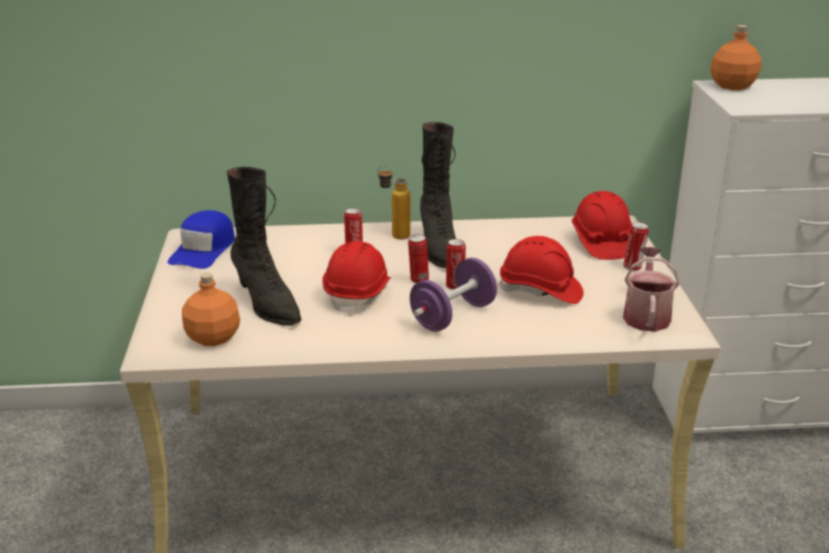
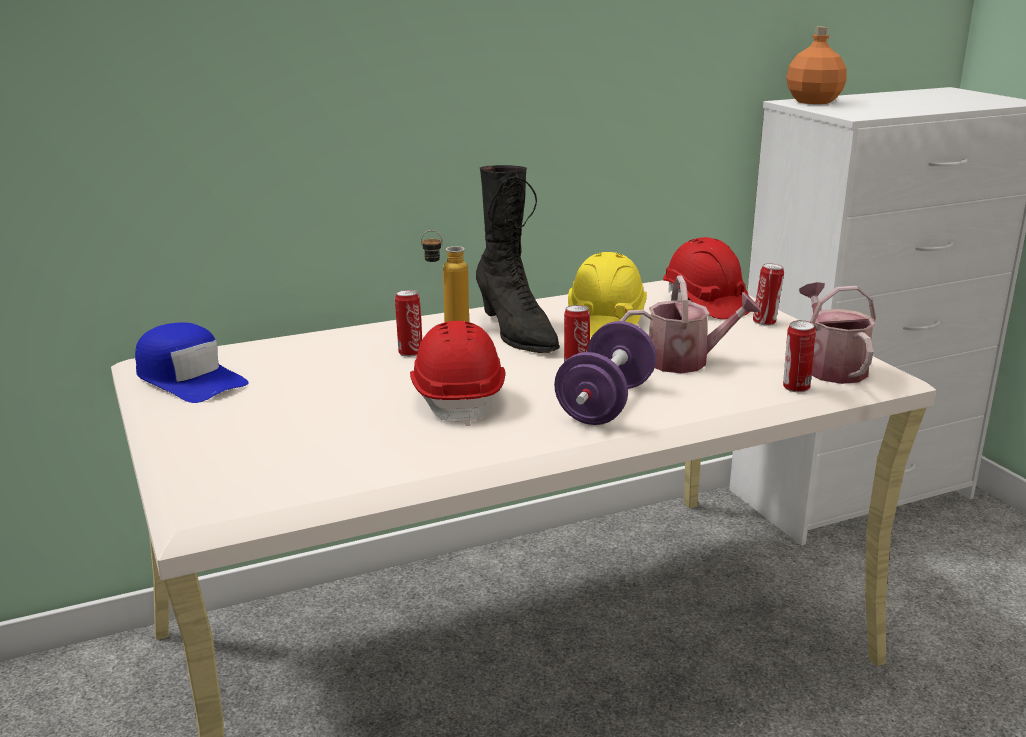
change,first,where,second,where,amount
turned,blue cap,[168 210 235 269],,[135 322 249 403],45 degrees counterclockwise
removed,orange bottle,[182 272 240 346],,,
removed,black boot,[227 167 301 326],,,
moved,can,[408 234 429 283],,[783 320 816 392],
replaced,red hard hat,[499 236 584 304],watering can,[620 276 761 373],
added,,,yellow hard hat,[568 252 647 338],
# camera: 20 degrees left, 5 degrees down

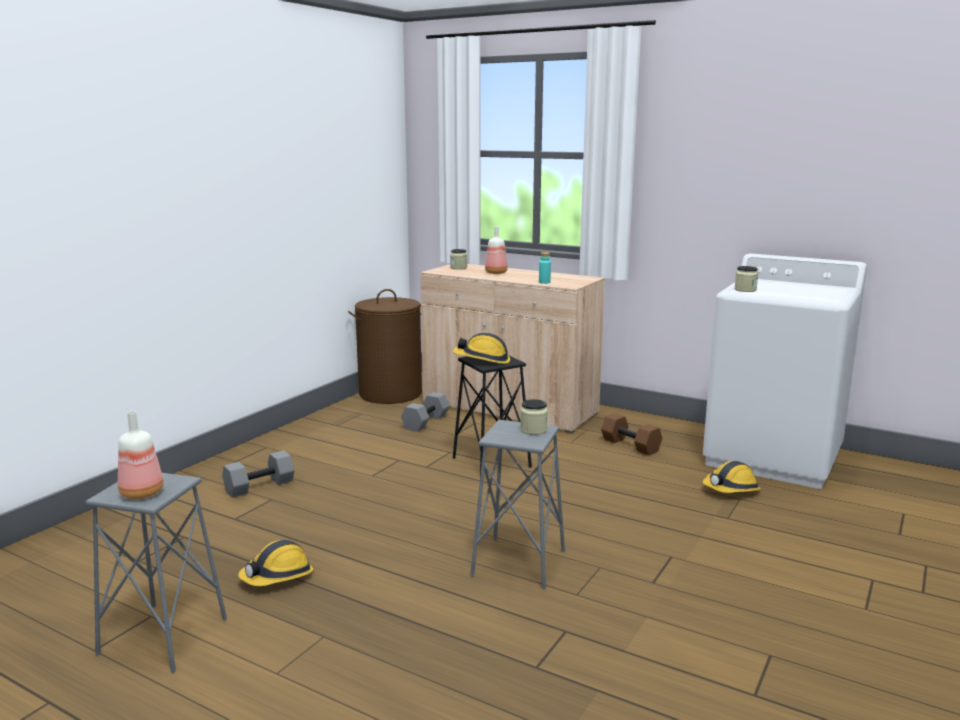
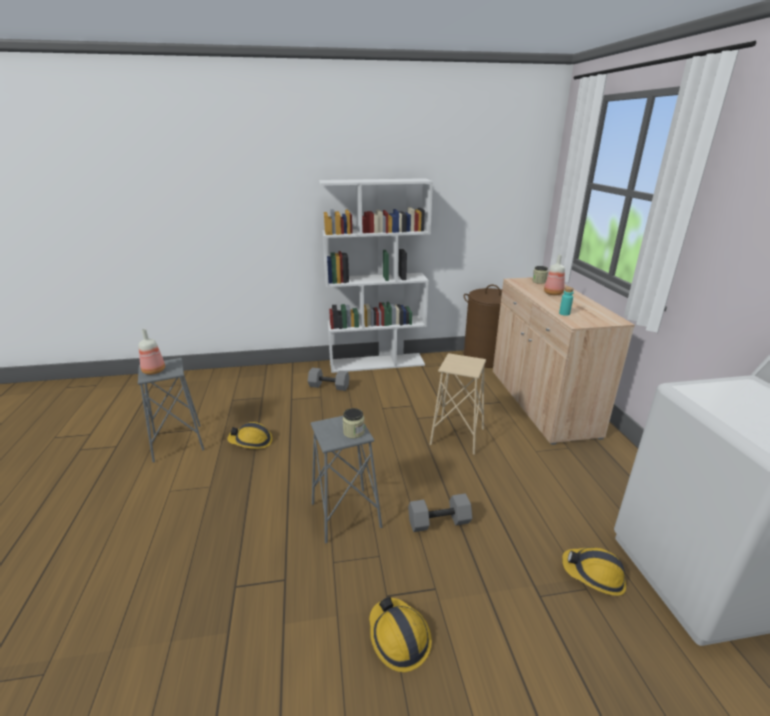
change,first,where,second,where,amount
moved,grey dumbbell,[401 392 450 432],,[408 493 472 532],
moved,hard hat,[453 333 510 364],,[369 597 432 672],
recoloured,black stool,[453 356 532 475],beige stool,[430 353 486 455],
removed,brown dumbbell,[601 413 662 455],,,
removed,jar,[734 266 758 292],,,
added,,,white bookcase,[319 178 433 373],
# camera: 50 degrees right, 10 degrees up

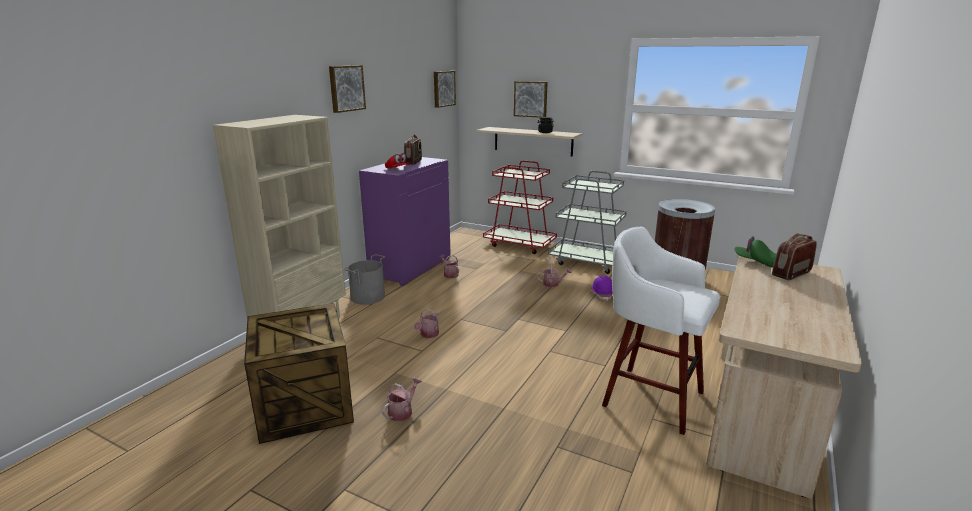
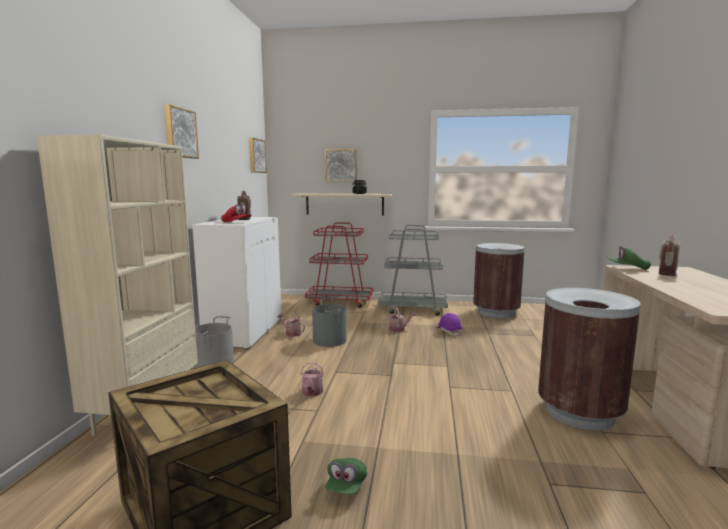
change,first,where,second,where,amount
recoloured,purple cabinet,[359 157 451 286],white cabinet,[192 217 281 350],
replaced,watering can,[382 377 422 421],green cap,[325 458 367 494],
replaced,white stool,[602 227 720 435],brown trash can,[538 288 641 430],
added,,,grey bucket,[312 298 346 347],
# camera: 20 degrees left, 10 degrees down

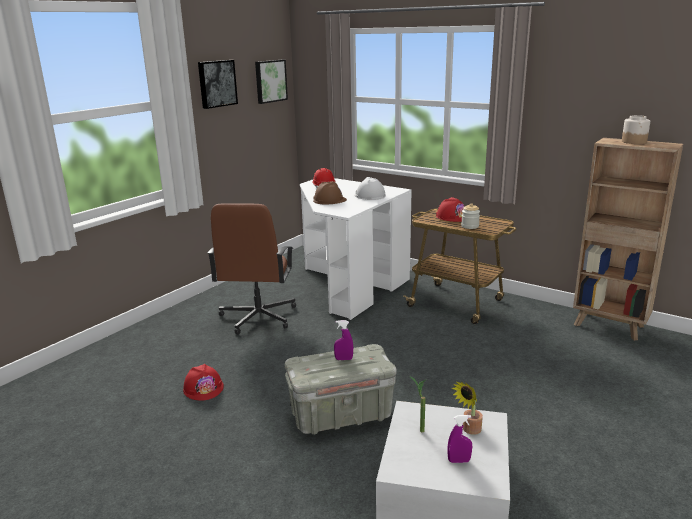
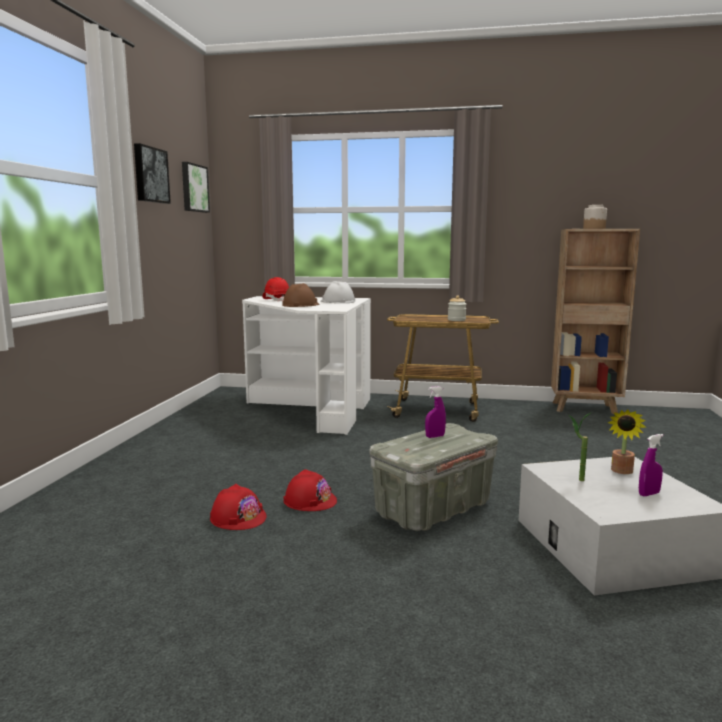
change,first,where,second,where,amount
removed,brown office chair,[207 203 296 334],,,
moved,red hard hat,[436 197 465 222],,[284 469 337 511],
# camera: 25 degrees left, 10 degrees down

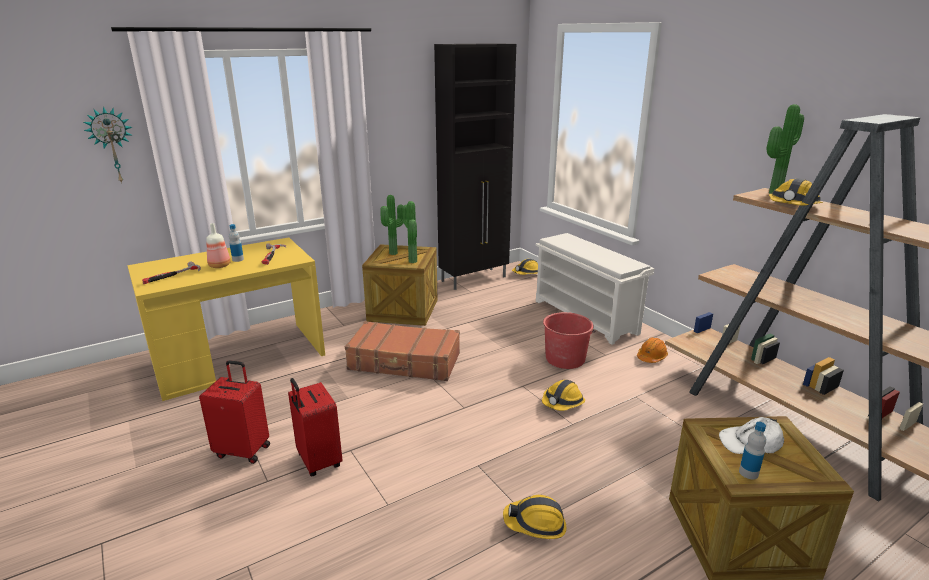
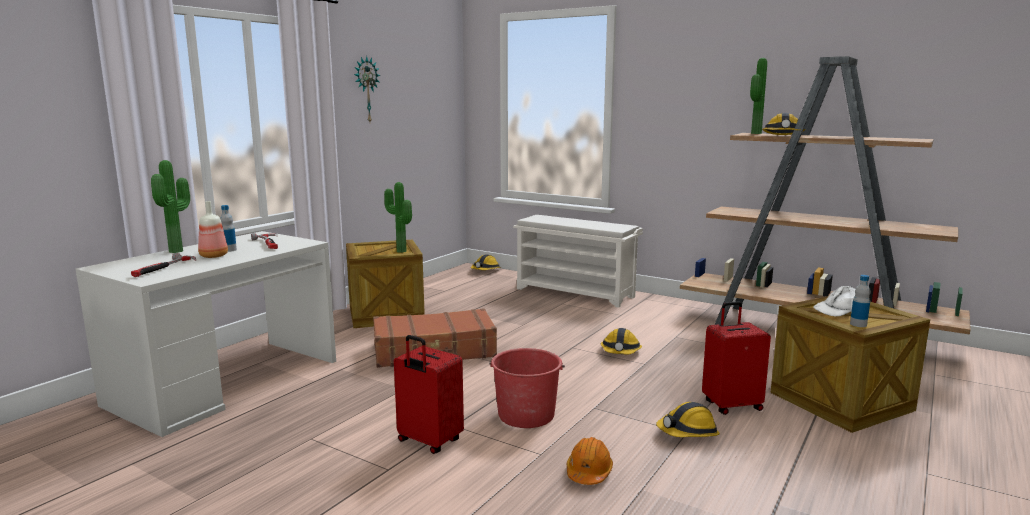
change,first,where,second,where,amount
moved,wall clock,[84 106 133 183],,[354 56 380 122],
recoloured,yellow desk,[127 237 325 401],white desk,[75 231 336 437],
moved,red suitcase,[199 360 270 464],,[702 301 771 415],
moved,potted plant,[380 195 404 255],,[151 160 190 253],
removed,black cabinet,[434 43 516 290],,,
moved,red bucket,[543 312 595 369],,[489 348 565 428],
moved,orange hard hat,[637 337 668 363],,[567 437 613 485],
# camera: 25 degrees left, 10 degrees down

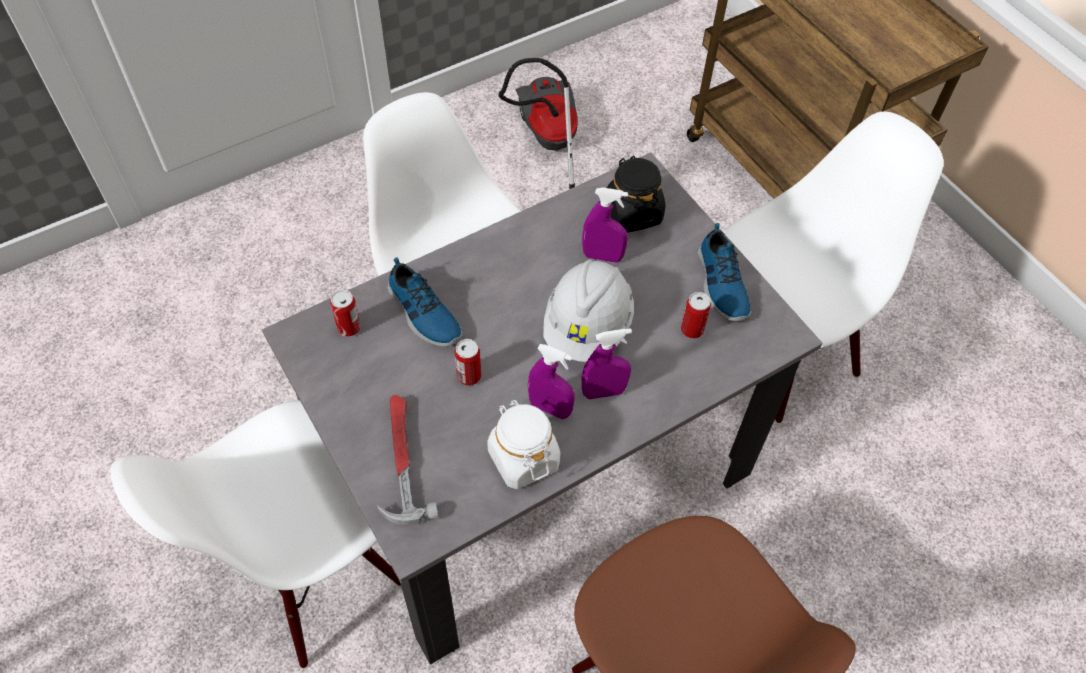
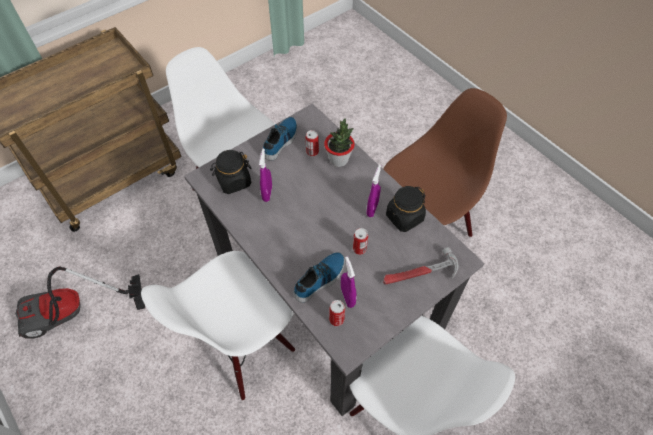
change,first,where,second,where,amount
recoloured,white jar,[487 400 560 489],black jar,[386 186 426 232],
removed,white hard hat,[543 259 634 362],,,
moved,purple spray bottle,[582 328 632 399],,[341 256 357 308],
turned,shoe,[697 223 751 321],,[263 117 297 161],45 degrees counterclockwise
added,,,potted plant,[324 118 355 167],
# camera: 95 degrees left, 0 degrees up

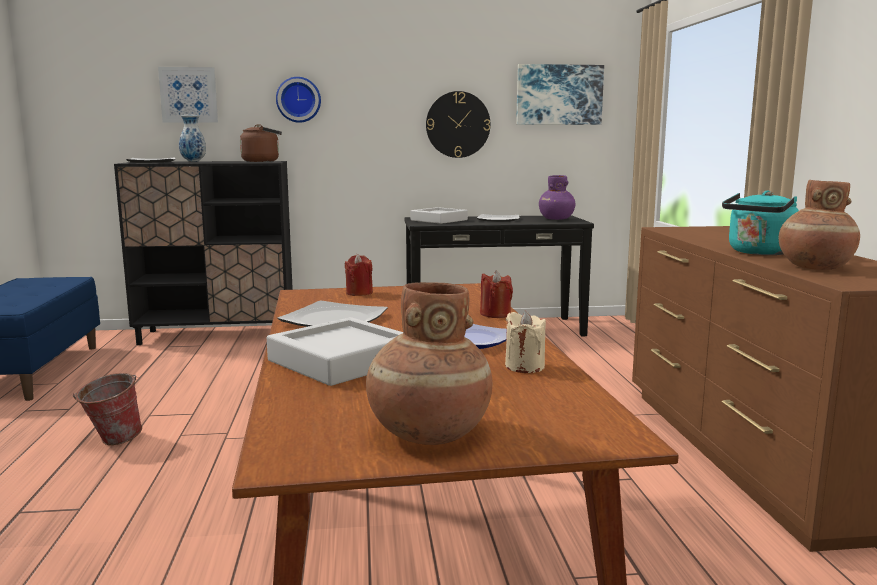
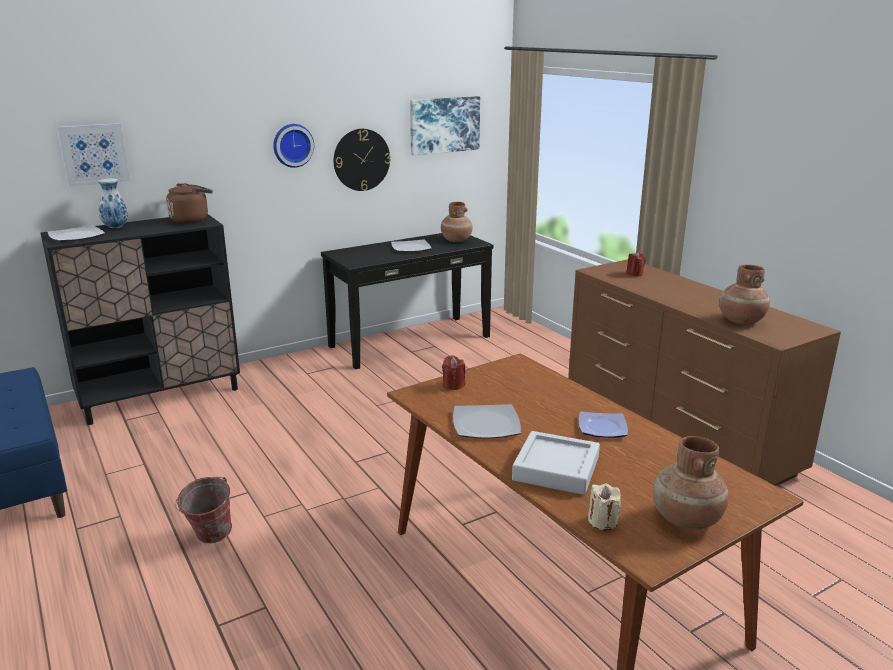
change,first,where,second,where,amount
moved,wall clock,[276 77 321 123],,[273 124 314 168],
removed,grey tray,[411 207 468 224],,,
moved,red candle,[480 271 513 318],,[626 252 645 277],
moved,beige candle,[505 311 546 373],,[588 484 621 530],
recoloured,purple vase,[539 175 575 220],brown vase,[441 202 473 242],
removed,turquoise kettle,[722 191 799 255],,,
# camera: 25 degrees left, 10 degrees up

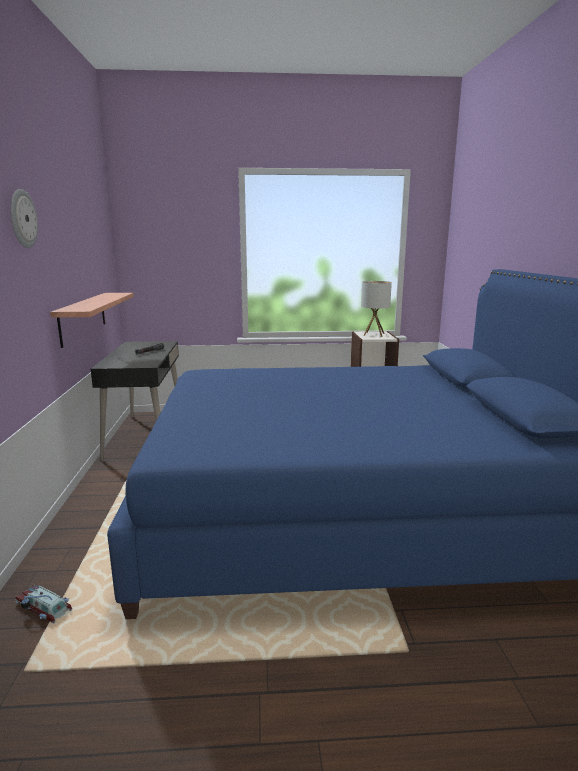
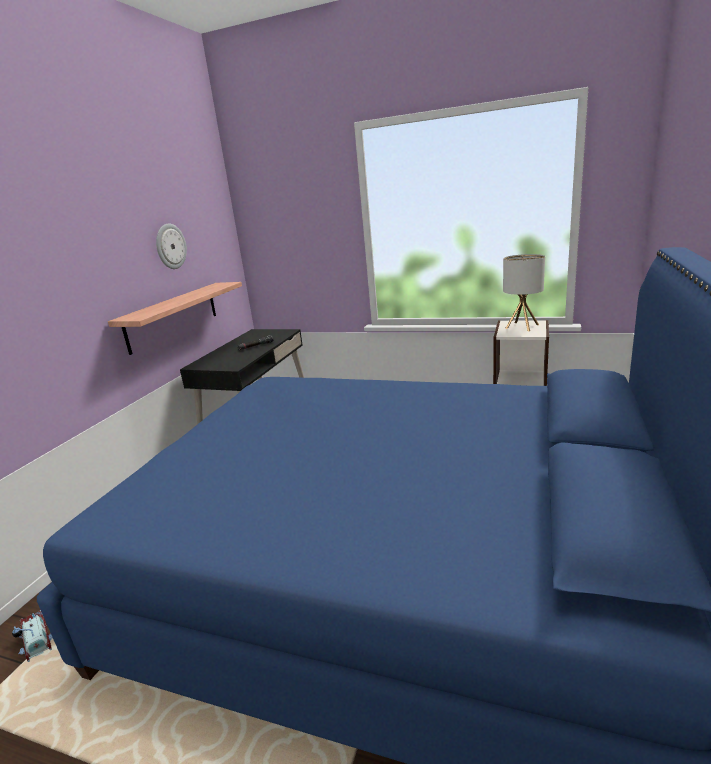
change,first,where,second,where,amount
moved,wall clock,[10 189 38 248],,[156 224 187 269],
# camera: 25 degrees right, 5 degrees up

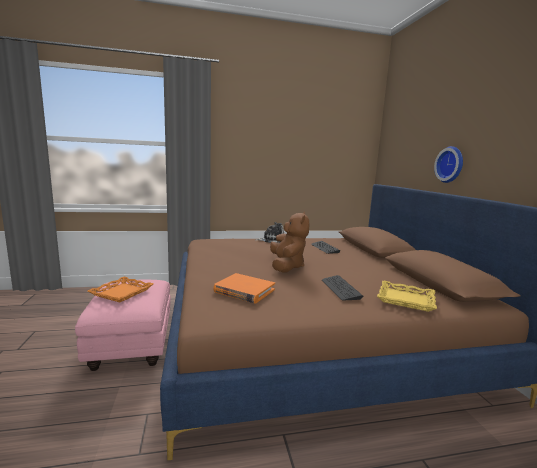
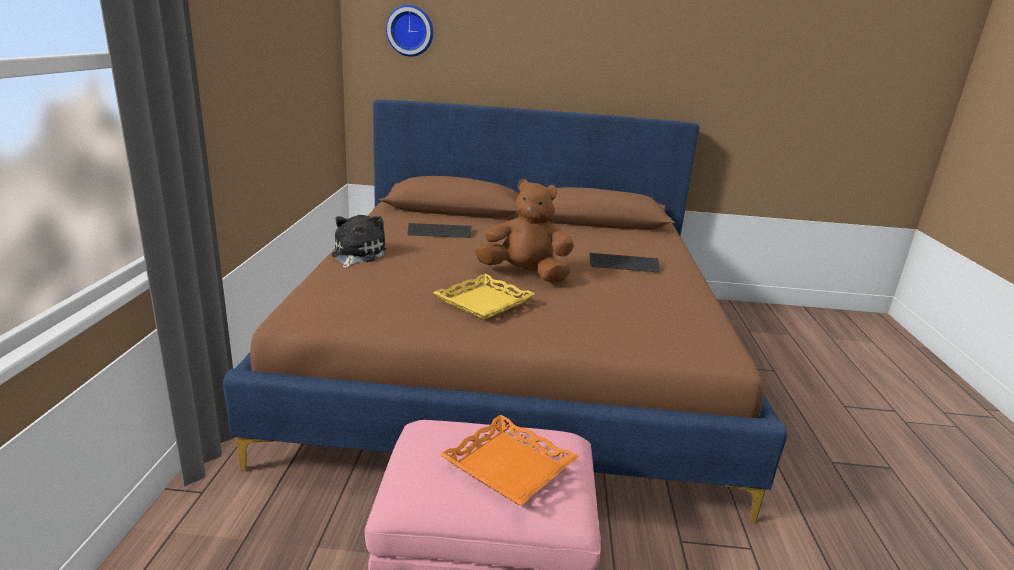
change,first,where,second,where,amount
removed,orange book,[213 273 275 304],,,
moved,yellow tray,[377 281 437 312],,[433 274 535 320],
moved,wall clock,[434 146 463 183],,[386 5 433 57],
# camera: 75 degrees left, 10 degrees up

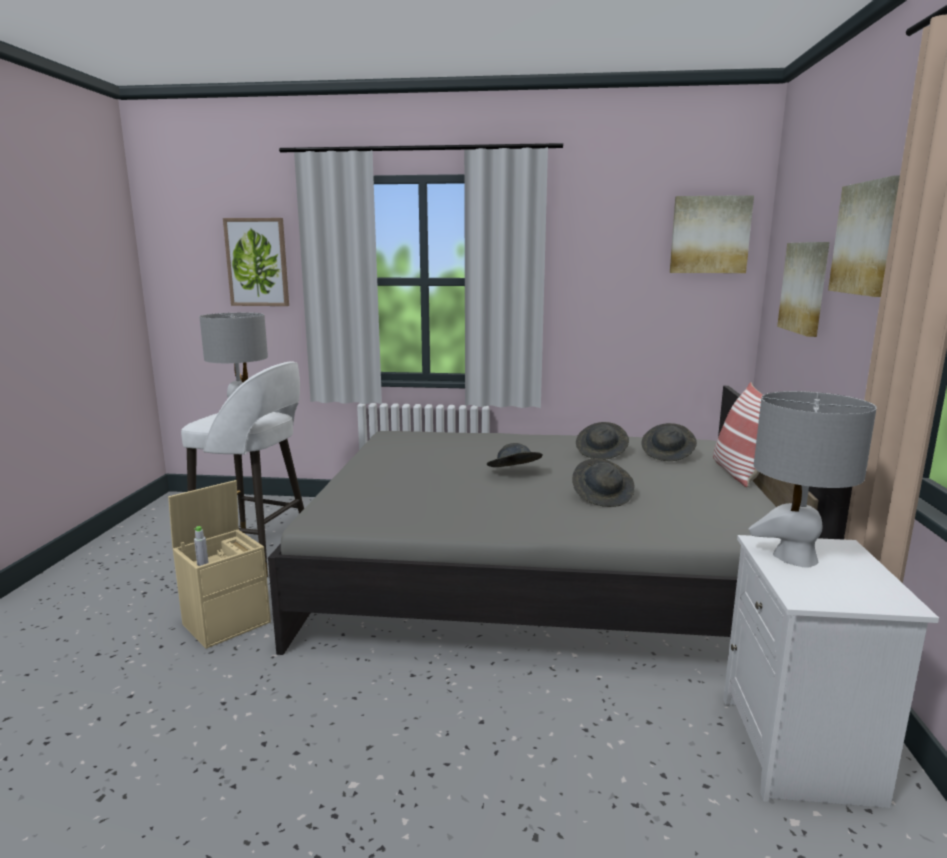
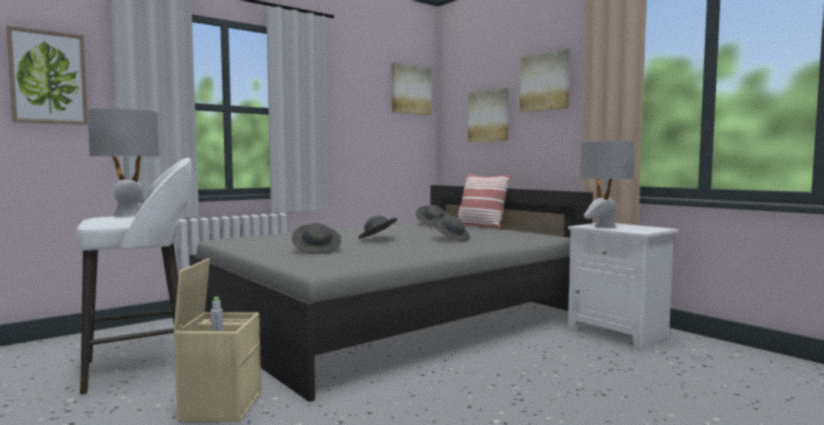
change,first,where,second,where,amount
moved,grey hat,[576 422 629 459],,[292 223 341 254],
# camera: 45 degrees left, 10 degrees down

